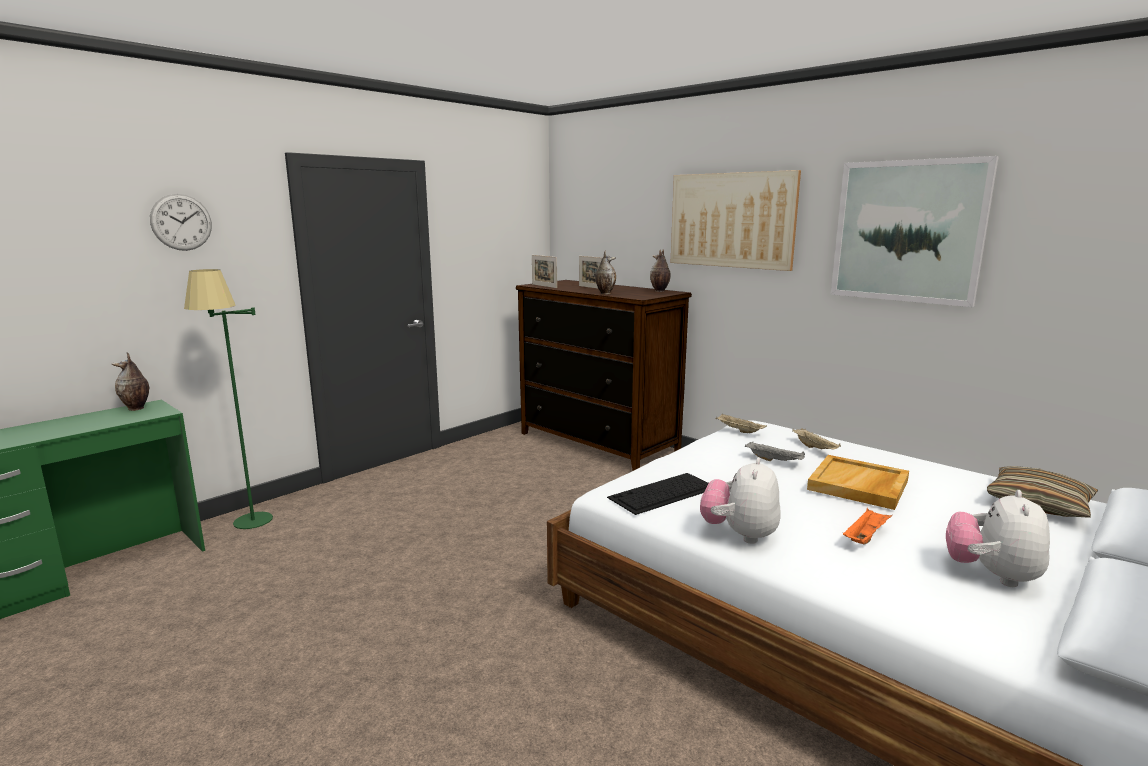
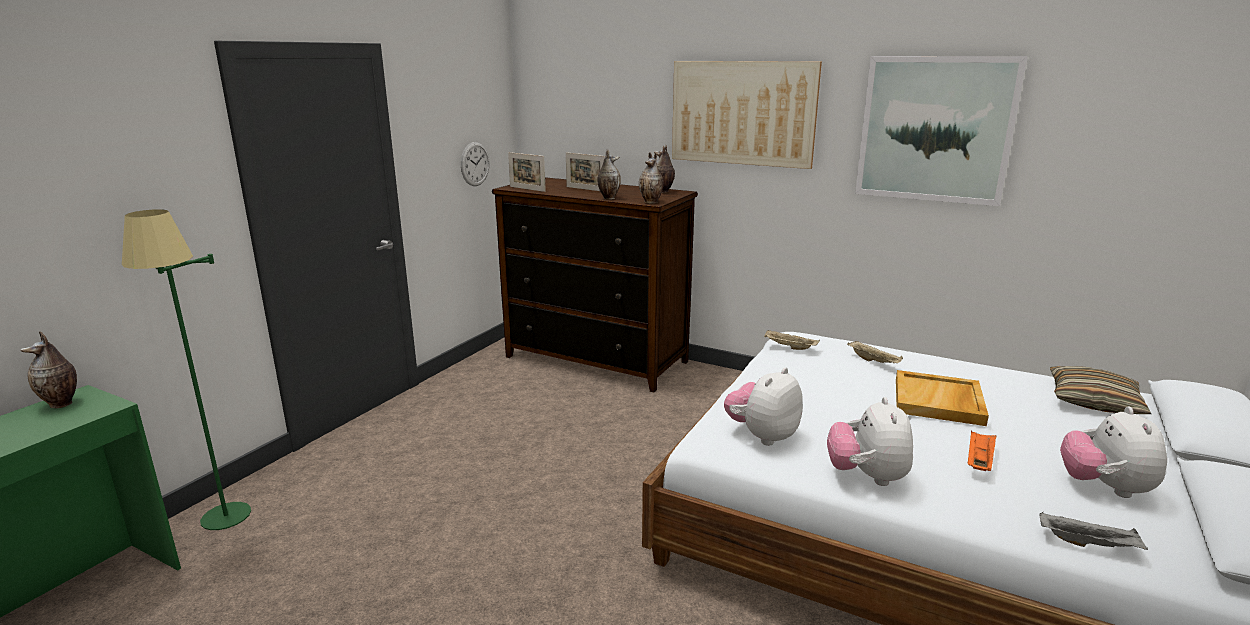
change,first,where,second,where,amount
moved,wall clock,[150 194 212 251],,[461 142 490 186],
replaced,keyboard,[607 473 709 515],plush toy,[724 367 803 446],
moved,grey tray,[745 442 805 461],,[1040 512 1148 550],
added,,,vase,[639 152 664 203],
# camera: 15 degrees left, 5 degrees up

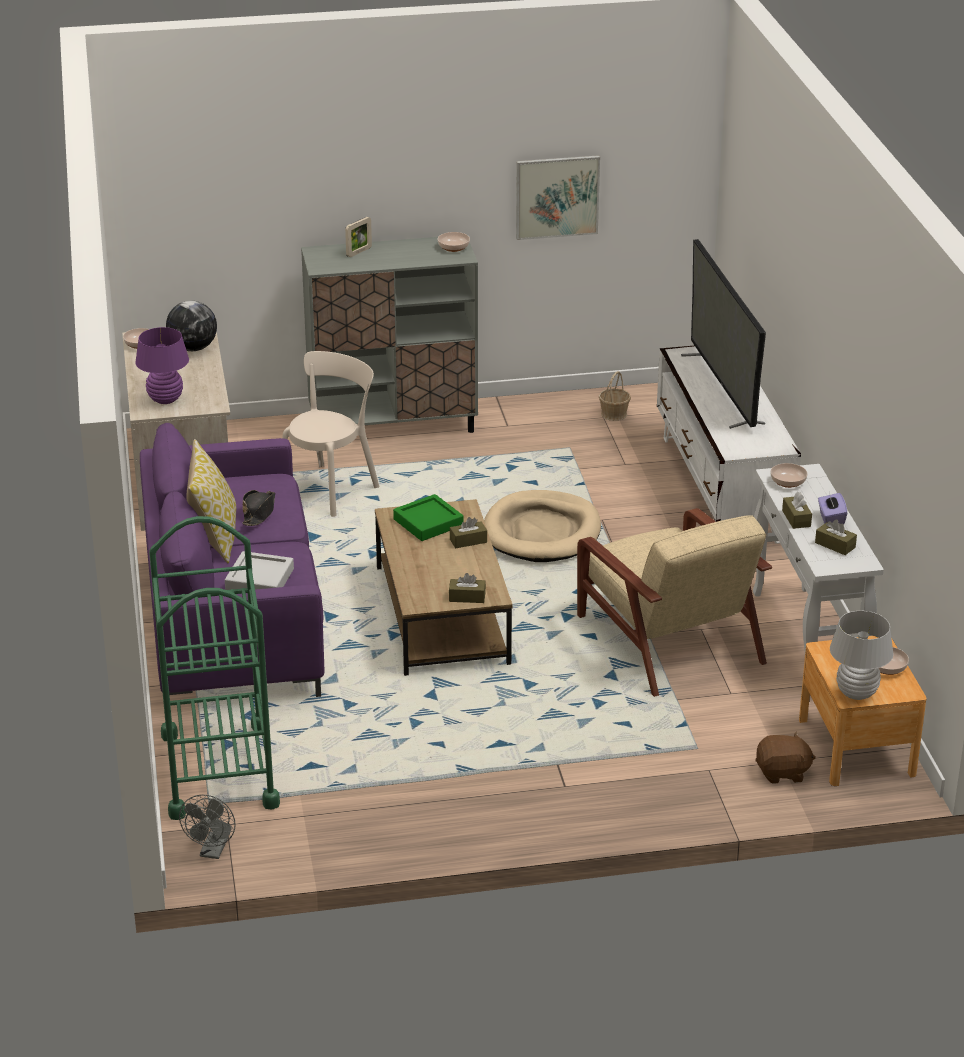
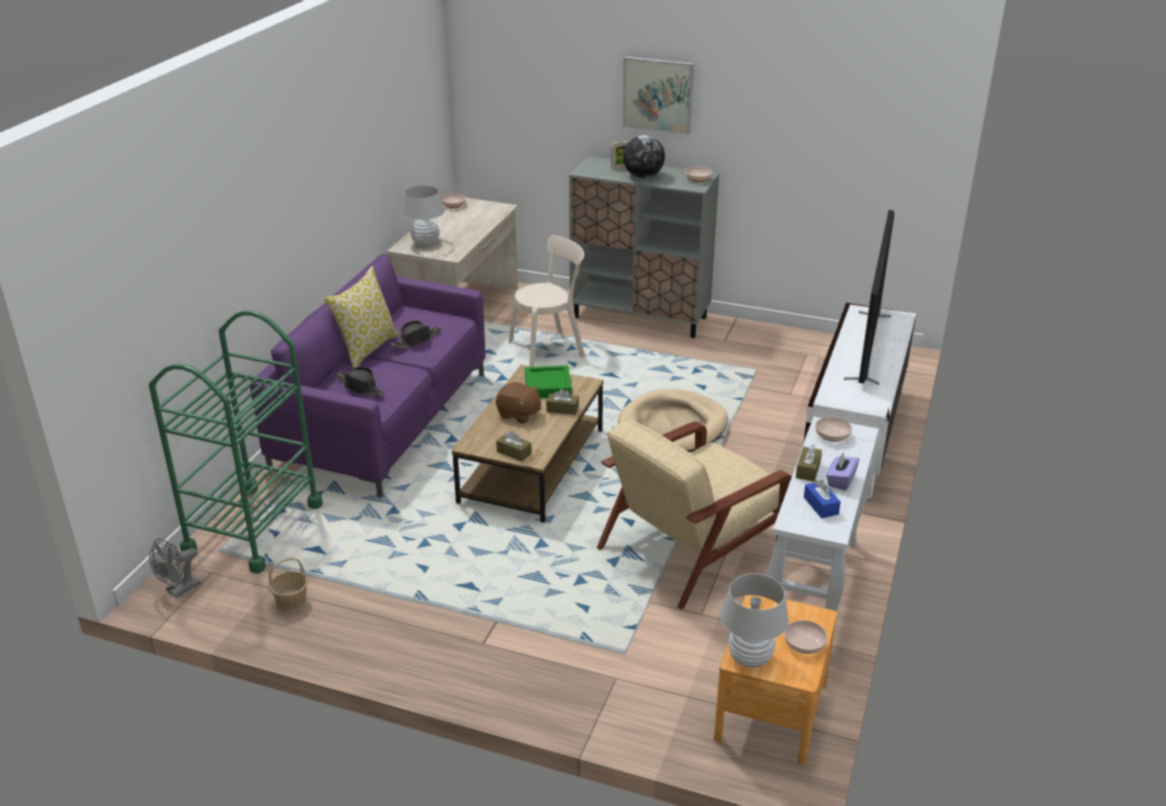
change,first,where,second,where,amount
recoloured,purple table lamp,[135 327 189 404],white table lamp,[402 185 444 247],
moved,globe,[166 301 217 351],,[623 135 665 178],
replaced,grey tray,[225 551 294 590],black hat,[336 367 385 397],
moved,picture,[516 155 600 240],,[622 57 694 135],
turned,beige armchair,[577 508 772 697],,[597 419 792 609],45 degrees clockwise
moved,basket,[599 371 631 421],,[268 558 308 612],
moved,brown plush toy,[755 731 816 784],,[496 382 542 424],
recoloured,brown tissue box,[815 519 857 555],blue tissue box,[804 480 841 518],
# camera: 30 degrees right, 0 degrees up

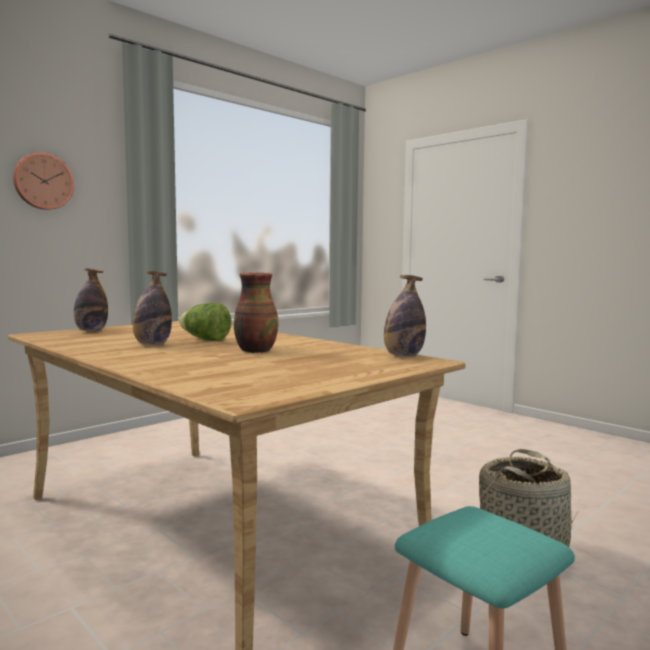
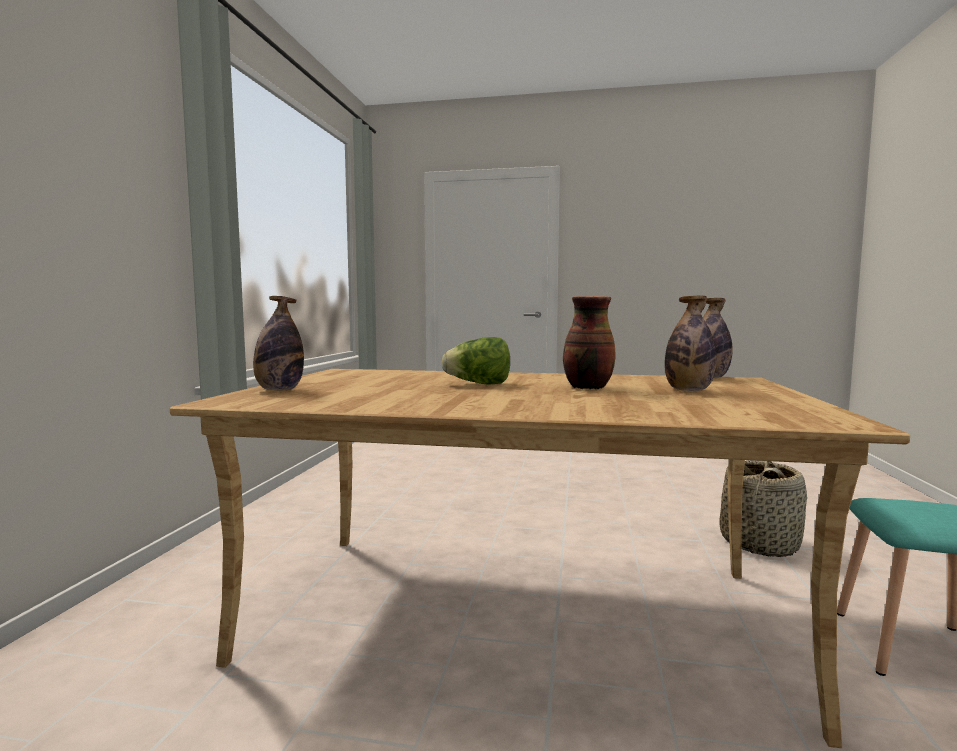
change,first,where,second,where,amount
removed,wall clock,[13 152 74 210],,,
moved,bottle,[133 271 172 345],,[665 296 717 391],
# camera: 35 degrees left, 0 degrees up

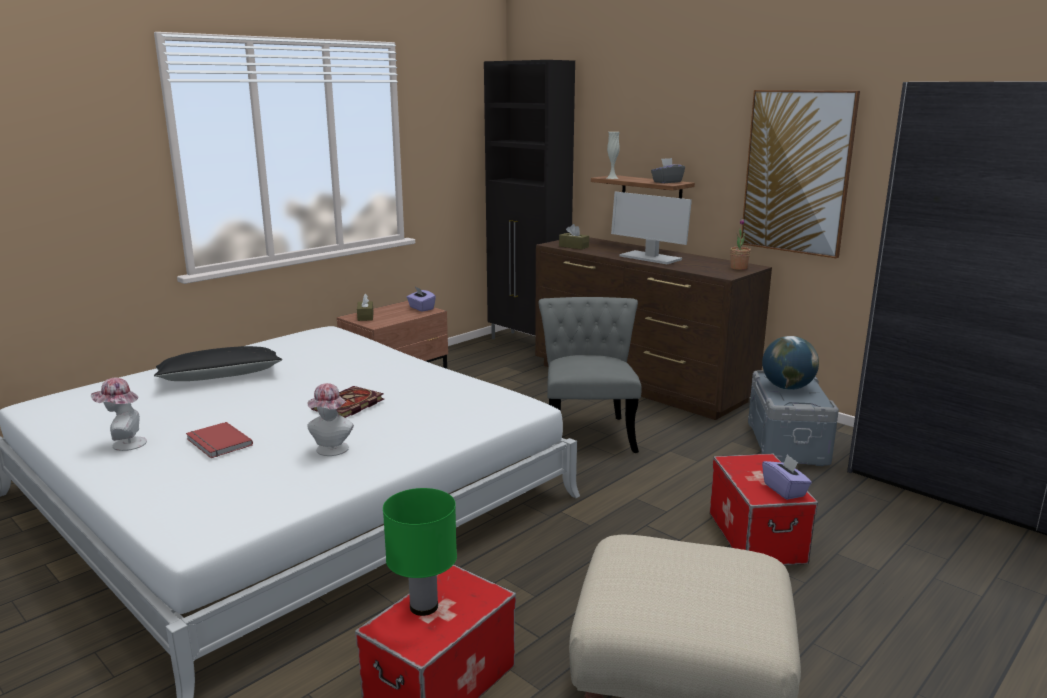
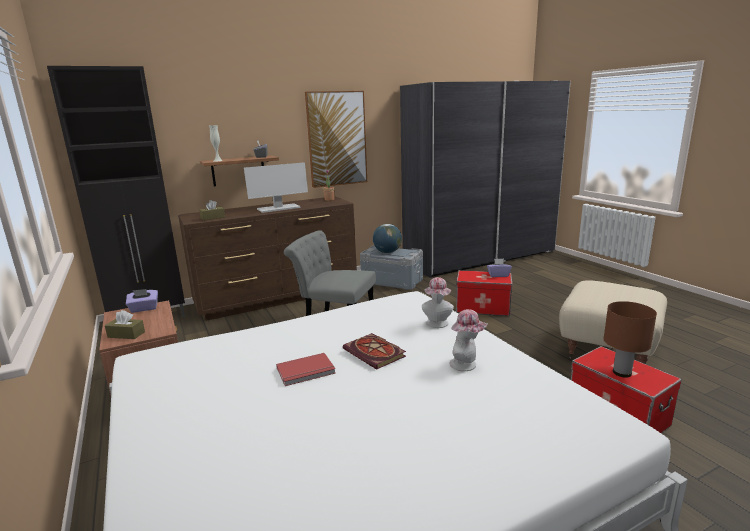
change,first,where,second,where,amount
moved,hat,[91 378 147 451],,[422 277 454 328],
removed,black pillow,[154 346 282 381],,,
moved,red book,[186 422 253 458],,[276 353 336 386],
recoloured,green table lamp,[383 488 457 616],brown table lamp,[603 301 657 378],
# camera: 70 degrees left, 0 degrees up

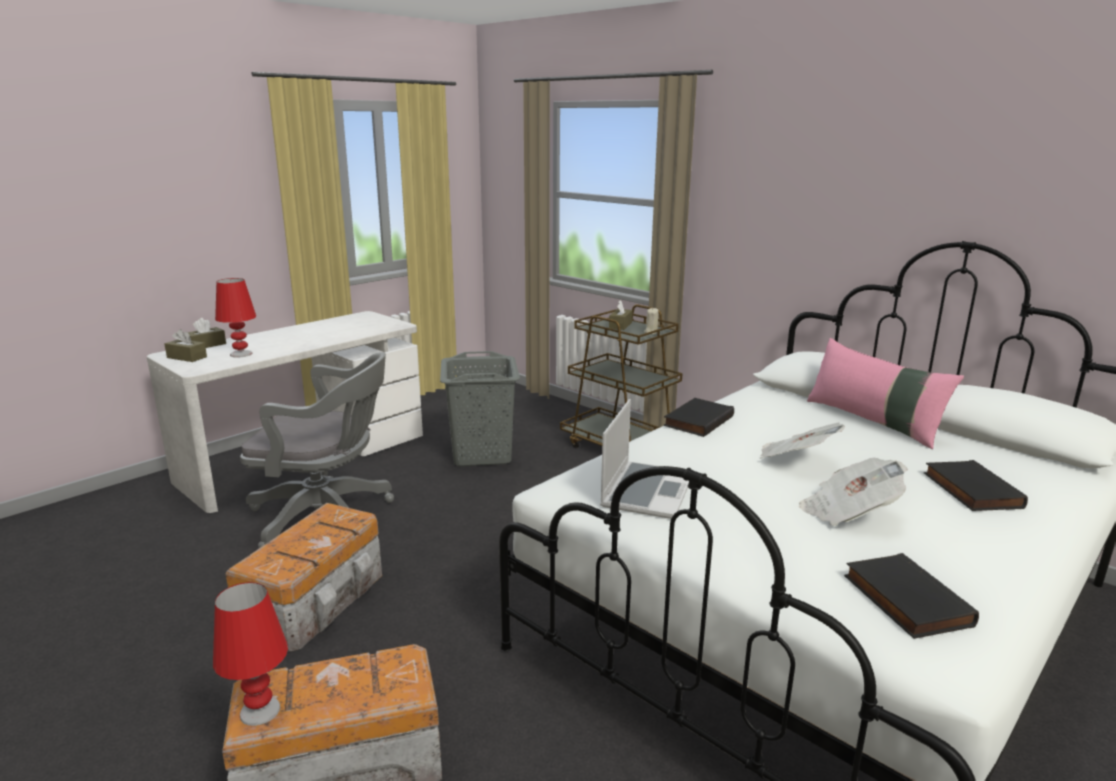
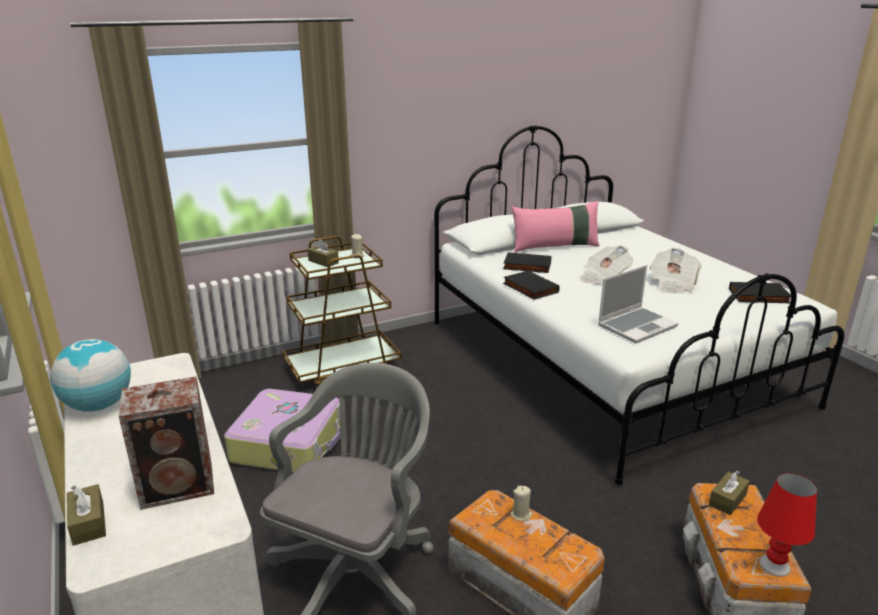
change,first,where,second,where,amount
moved,brown tissue box,[164 329 207 362],,[709 470 750 515],
replaced,red table lamp,[215 278 256 357],speaker,[119 376 214 510],
replaced,grey laundry basket,[440 351 520 466],suitcase,[224 389 341 472],
turned,laptop,[600 399 689 519],,[598 265 679 343],105 degrees clockwise
moved,black book,[924 460 1028 511],,[503 253 551 273],
added,,,globe,[50 339 131 411],
added,,,beige candle,[510 486 533 521],
# camera: 70 degrees left, 5 degrees up

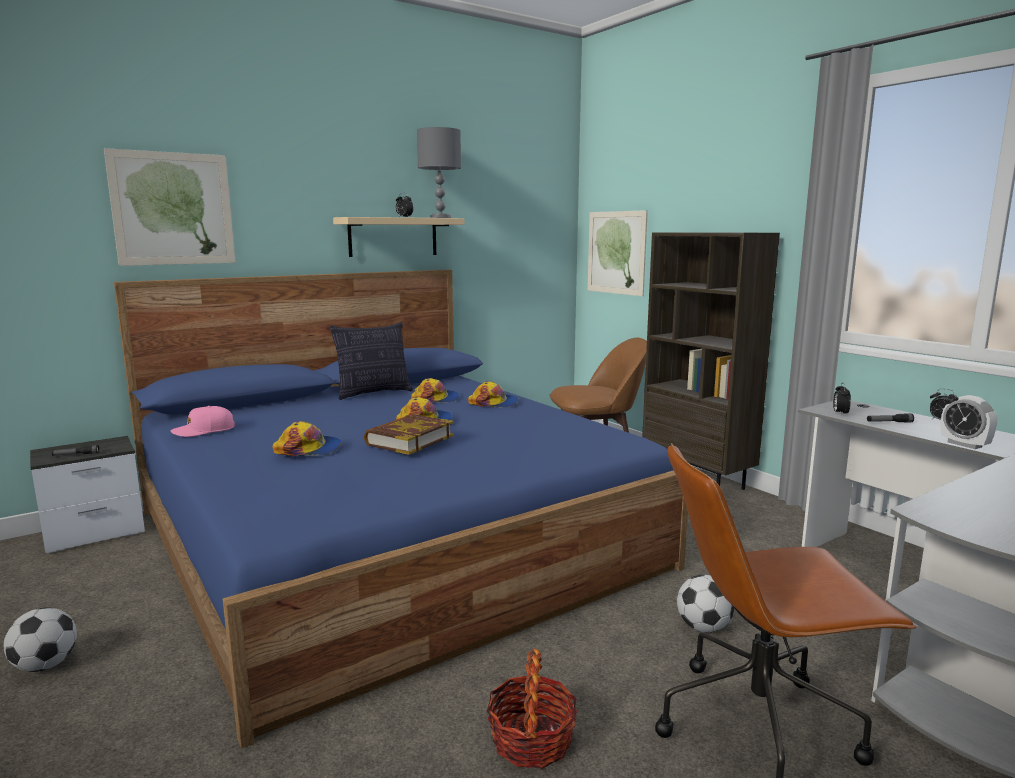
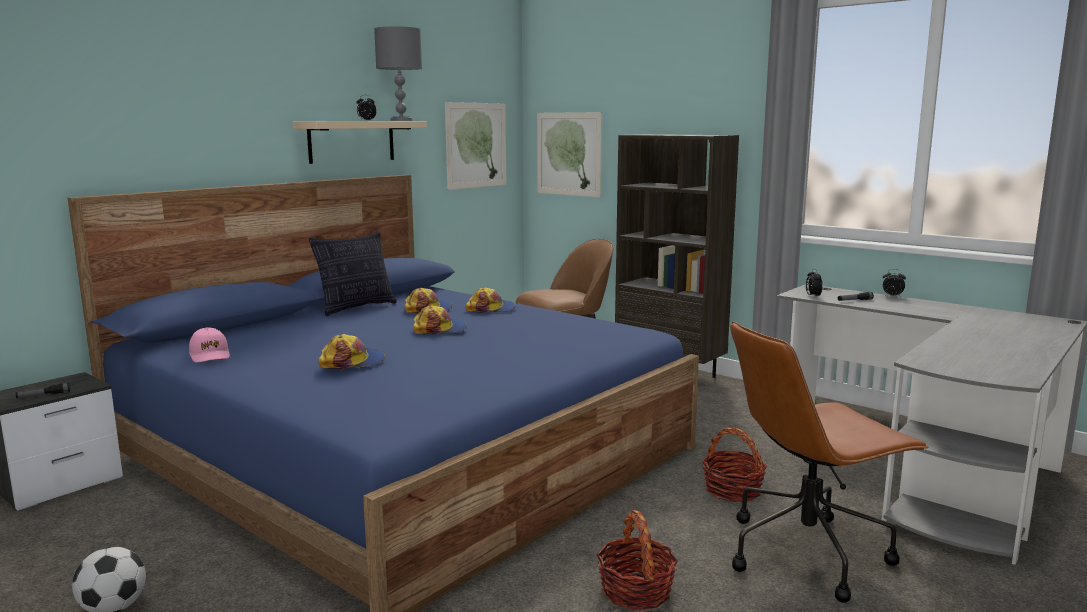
change,first,where,second,where,amount
moved,picture,[104 148 235 266],,[445 102 506 190],
turned,pink cap,[171 406 235 437],,[189 328 230 363],75 degrees counterclockwise
removed,book,[364 414 454 455],,,
replaced,football,[677 575 734 633],basket,[702 428 767 502],
removed,alarm clock,[941 395 997 449],,,
# camera: 15 degrees left, 0 degrees up

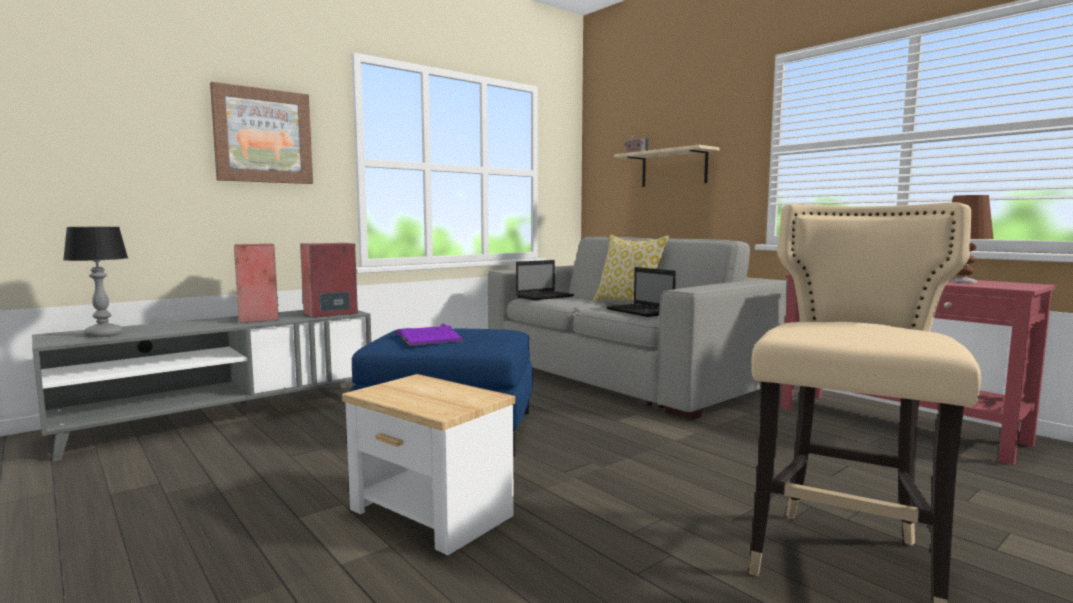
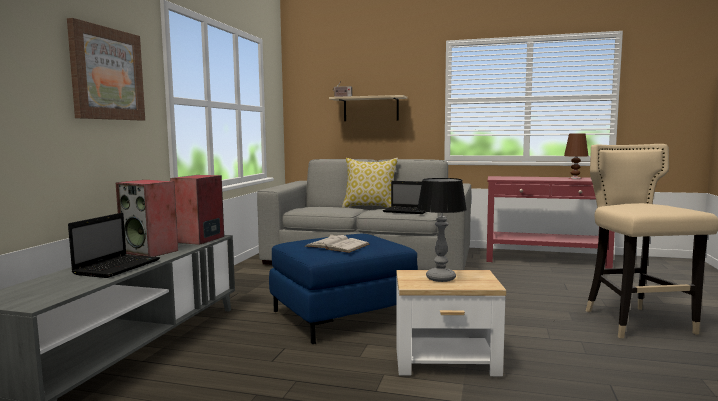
change,first,where,second,where,amount
moved,table lamp,[63 227 128 337],,[417 178 467 282],
recoloured,purple book,[395 324 463 346],white book,[304 234 370 253],
moved,laptop,[516 260 574 300],,[68 213 160 278],
# camera: 35 degrees left, 0 degrees up

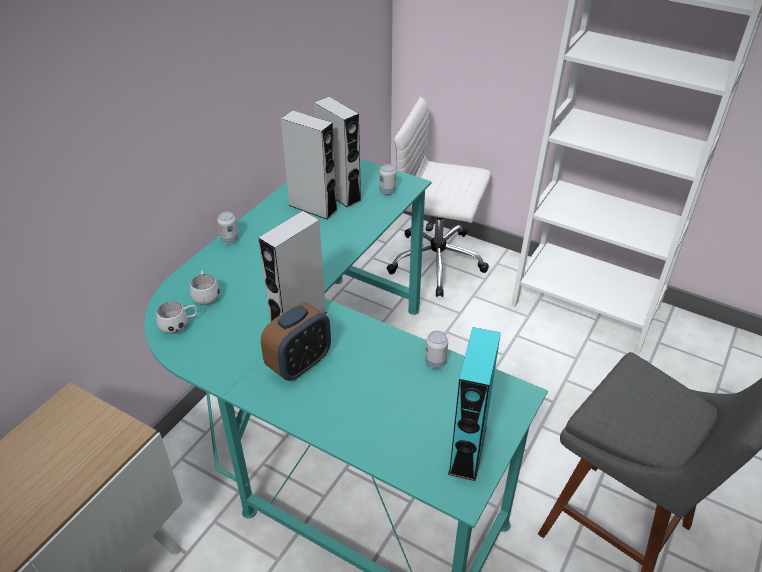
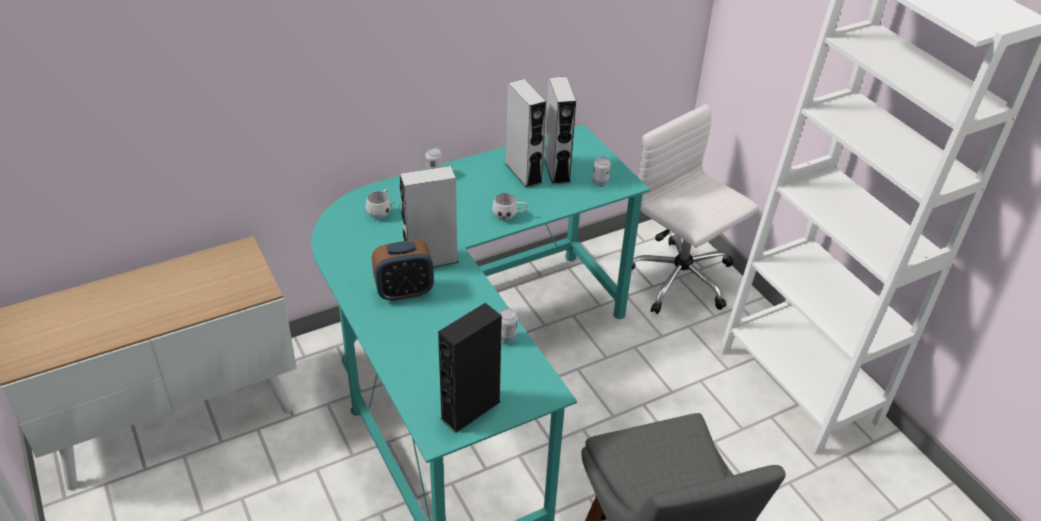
change,first,where,second,where,amount
moved,white mug,[156 302 197 334],,[492 193 527 220],
recoloured,turquoise speaker,[448 327 501 481],black speaker,[438 303 502 433],
# camera: 30 degrees right, 0 degrees up

